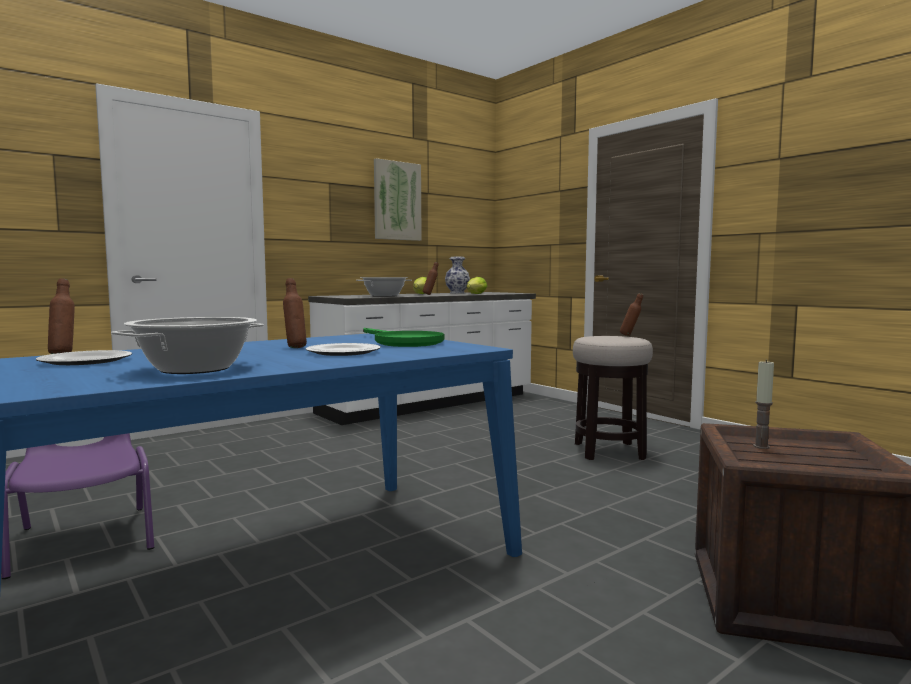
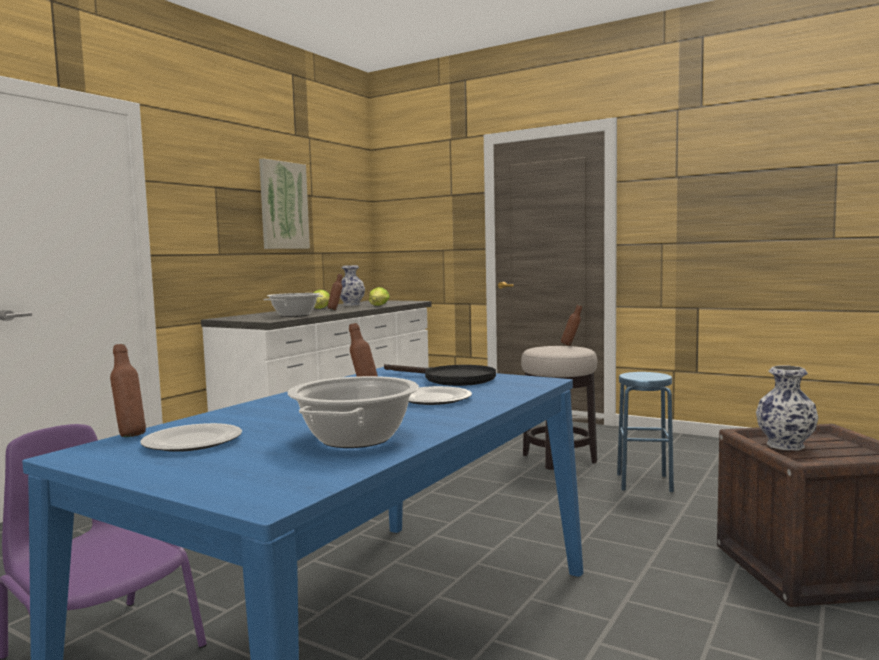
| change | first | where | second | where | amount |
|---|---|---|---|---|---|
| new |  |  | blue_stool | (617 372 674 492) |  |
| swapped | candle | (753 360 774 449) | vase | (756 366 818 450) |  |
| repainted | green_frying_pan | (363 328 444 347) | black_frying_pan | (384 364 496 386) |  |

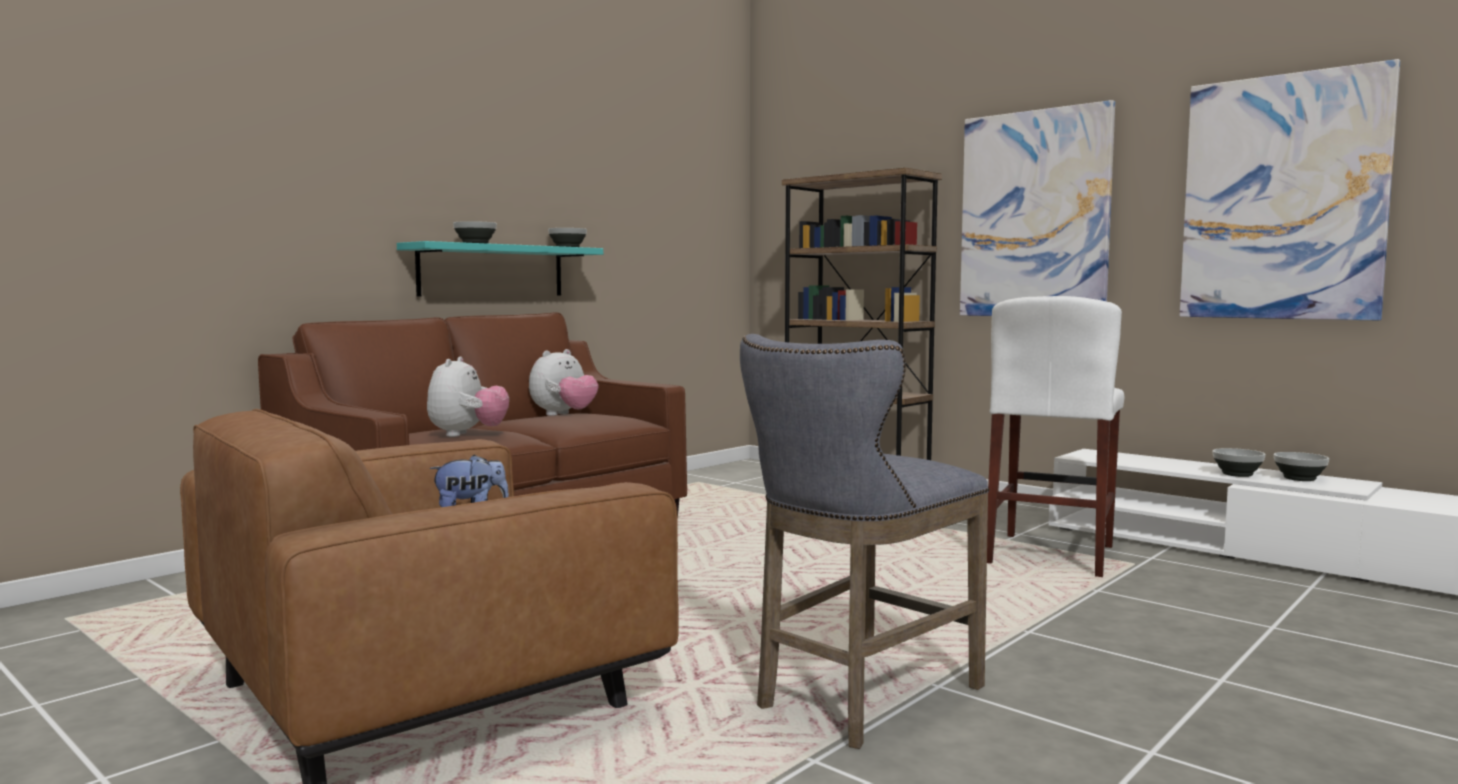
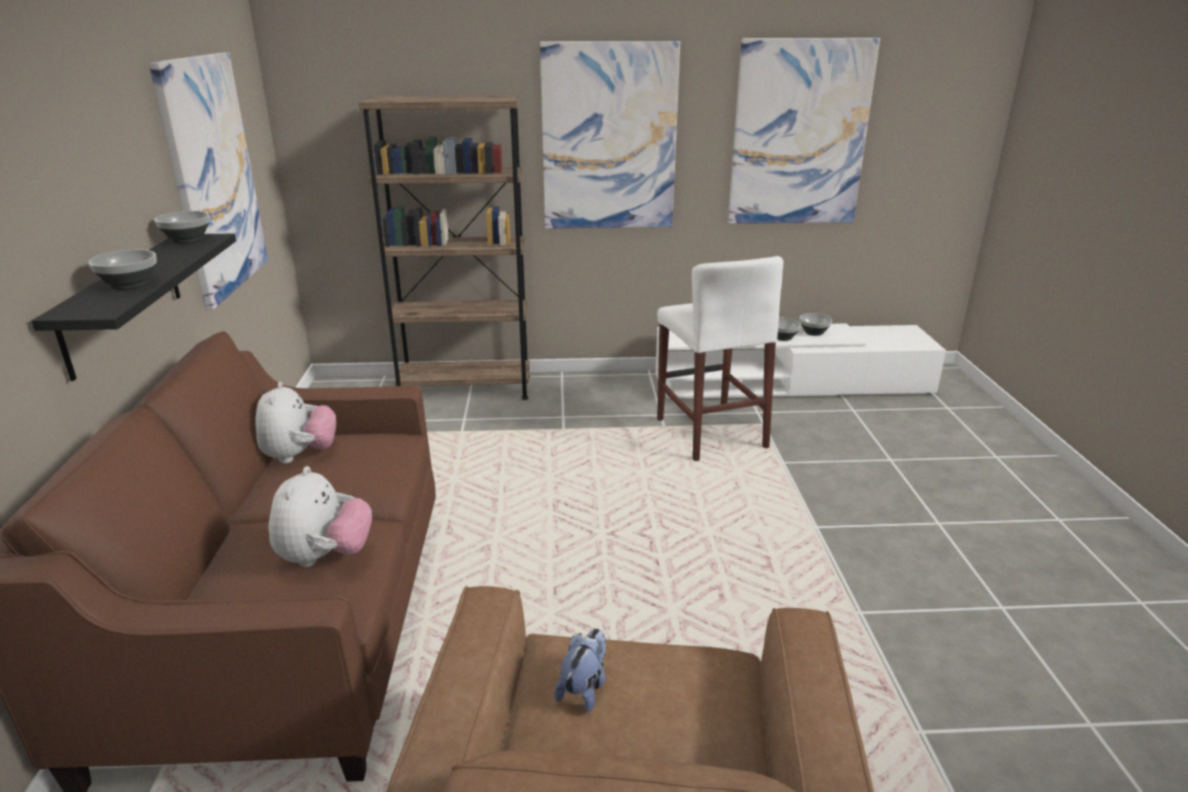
| change | first | where | second | where | amount |
|---|---|---|---|---|---|
| gone | grey_stool | (740 334 989 749) |  |  |  |
| new |  |  | picture | (149 52 268 310) |  |
| repainted | turquoise_shelf | (397 241 603 297) | black_shelf | (31 234 236 381) |  |
| rotated | plush_toy | (427 357 509 437) |  | (269 466 372 567) | 45 degrees clockwise |

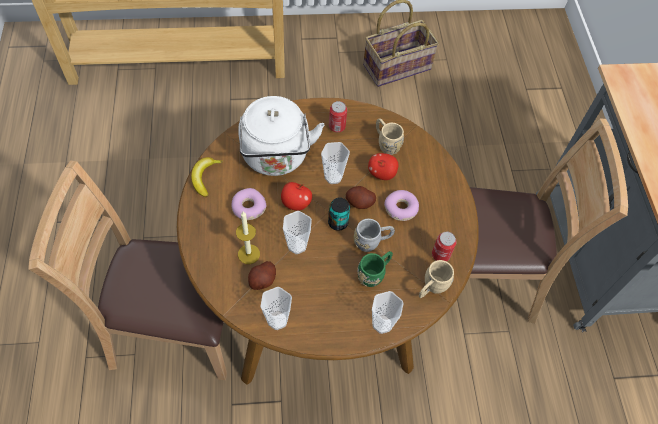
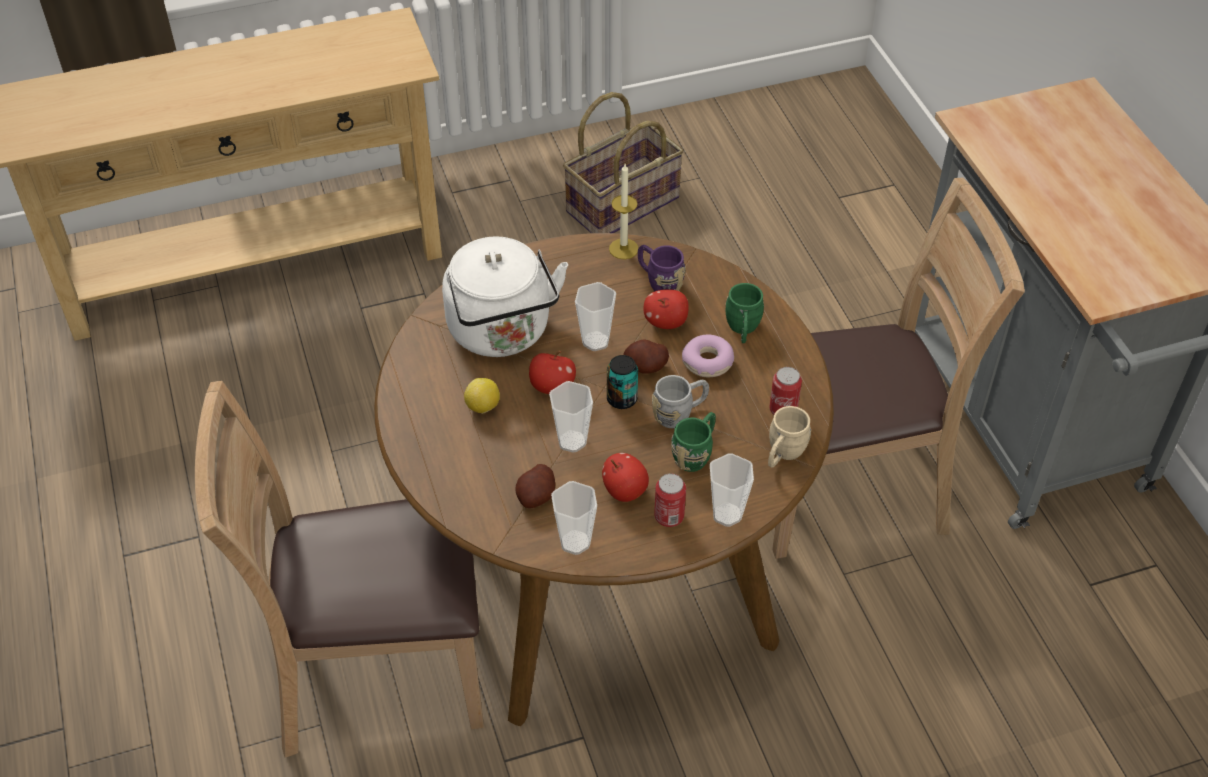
| change | first | where | second | where | amount |
|---|---|---|---|---|---|
| gone | banana | (191 157 223 197) |  |  |  |
| new |  |  | apple | (602 453 649 502) |  |
| new |  |  | green_mug | (725 283 764 343) |  |
| shifted | candle | (236 212 260 264) |  | (609 164 639 259) |  |
| shifted | can | (329 101 347 132) |  | (654 473 686 527) |  |
| swapped | donut | (231 188 266 220) | lemon | (464 378 500 414) |  |
| repainted | beige_mug | (376 118 404 155) | purple_mug | (638 245 686 291) |  |

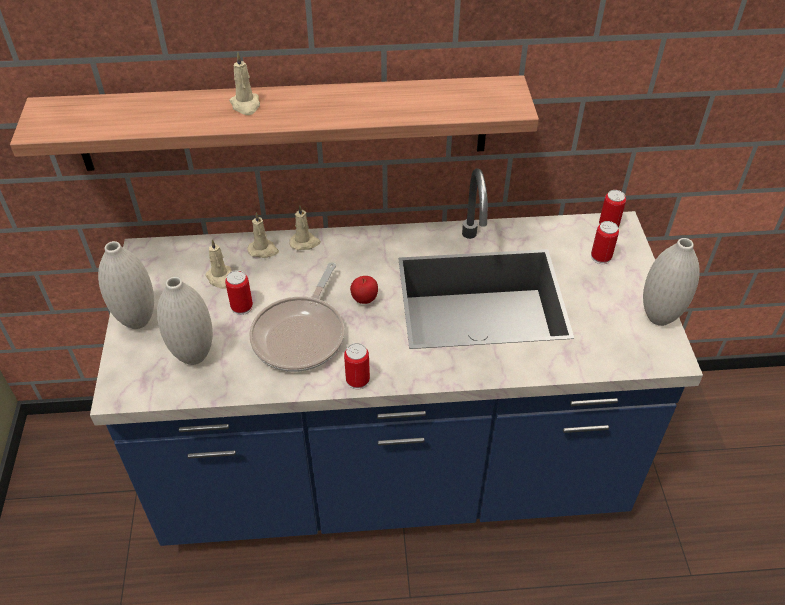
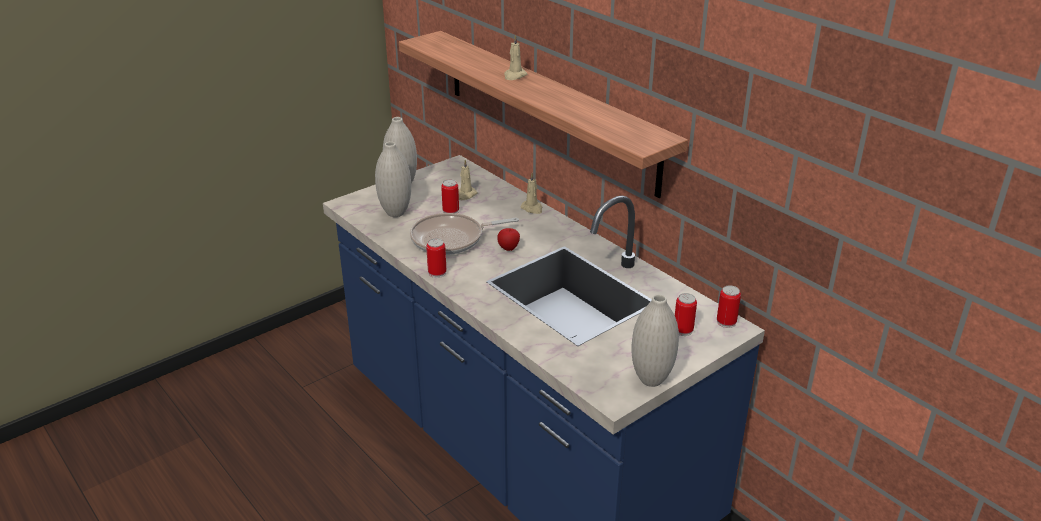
| change | first | where | second | where | amount |
|---|---|---|---|---|---|
| gone | beige_candle | (247 212 279 258) |  |  |  |

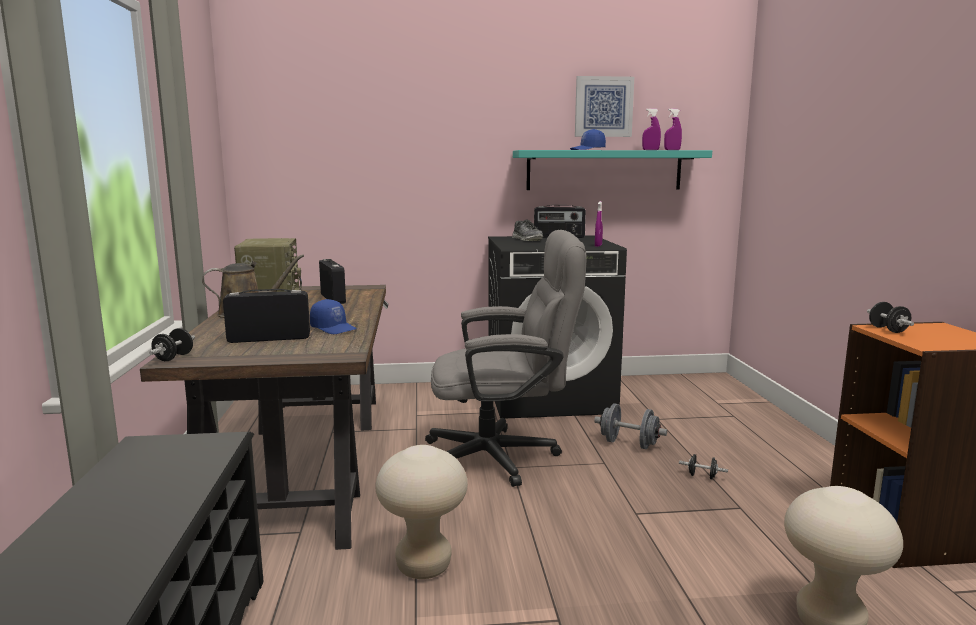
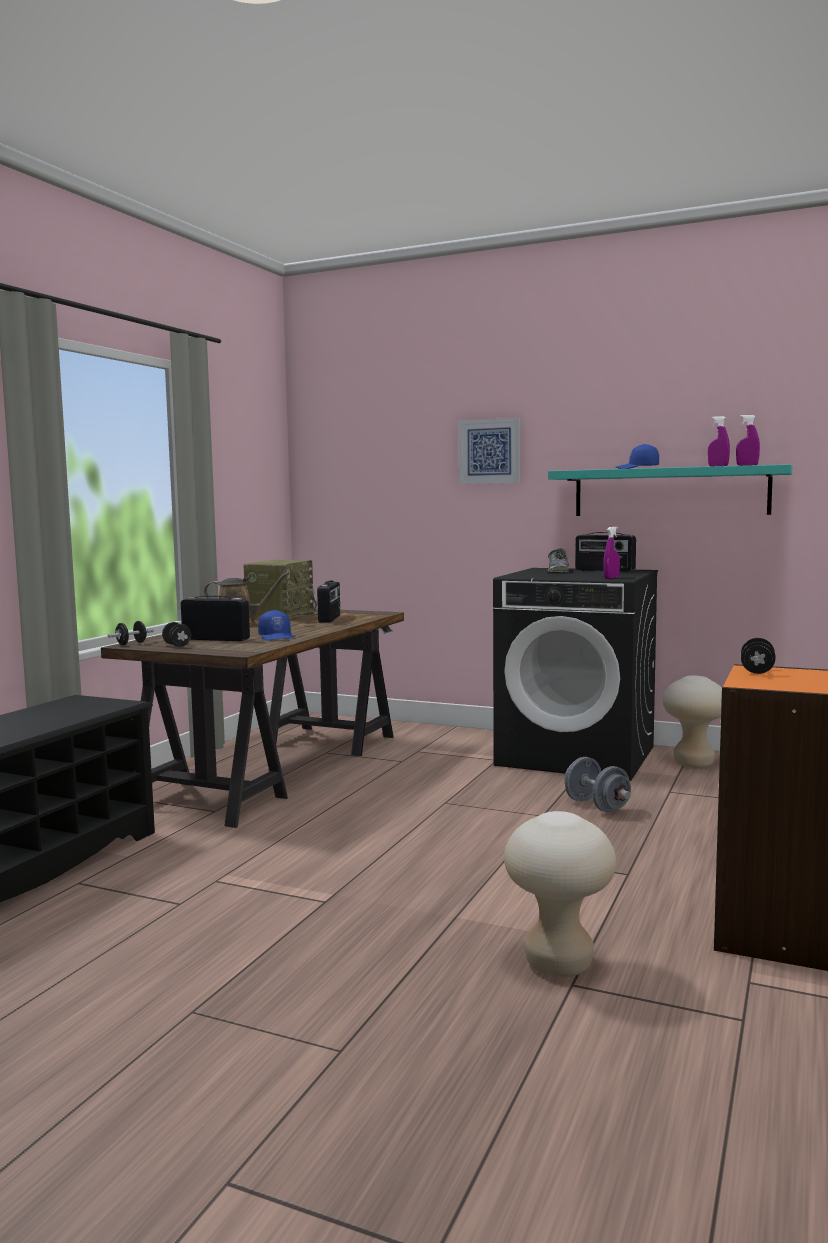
| change | first | where | second | where | amount |
|---|---|---|---|---|---|
| gone | grey_office_chair | (425 230 587 487) |  |  |  |
| shifted | beige_stool | (376 445 468 579) |  | (662 676 722 768) |  |
| shifted | picture | (575 76 634 137) |  | (459 418 520 484) |  |
| shifted | black_dumbbell | (679 454 728 480) |  | (162 622 191 647) |  |

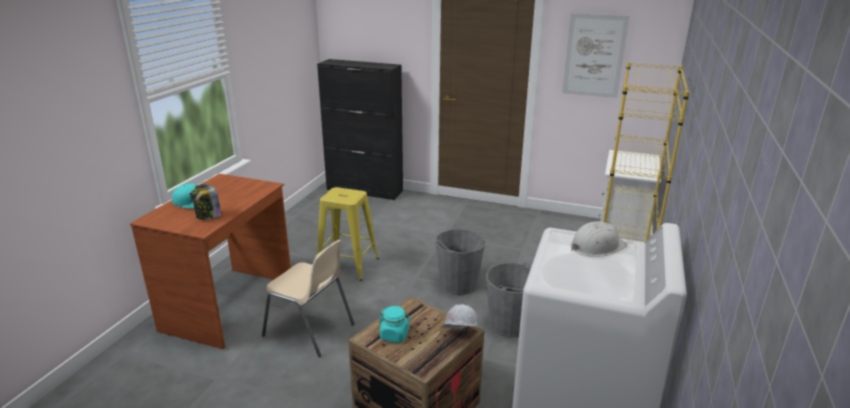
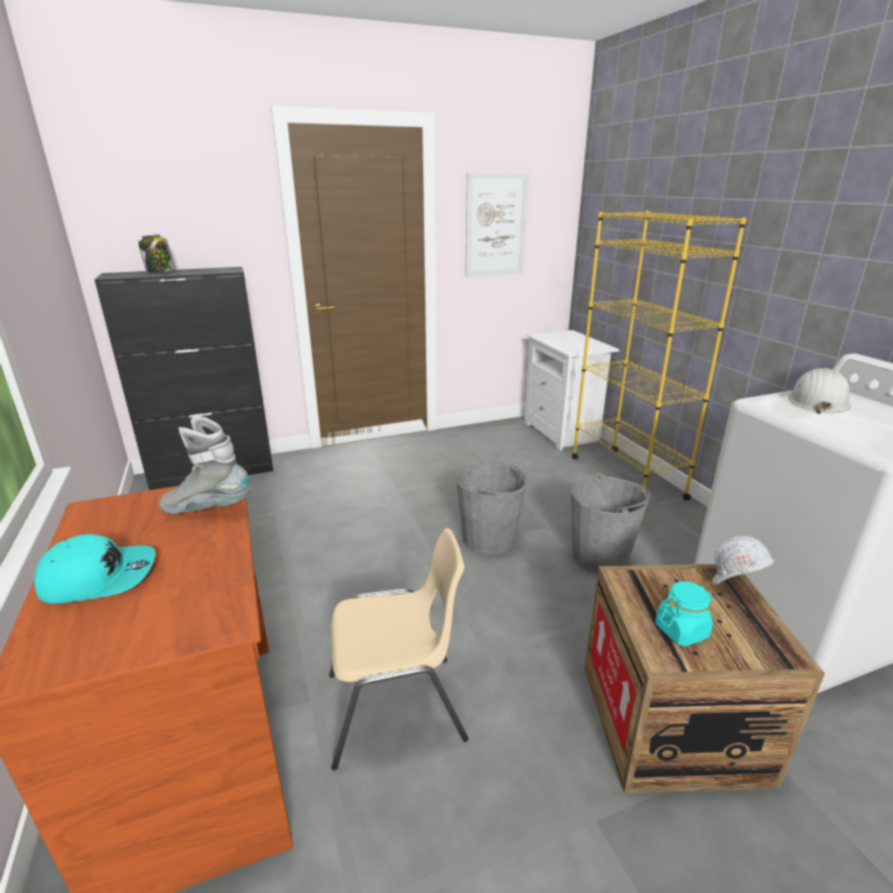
| change | first | where | second | where | amount |
|---|---|---|---|---|---|
| gone | yellow_stool | (317 187 379 281) |  |  |  |
| new |  |  | grey_boot | (159 417 251 514) |  |
| shifted | jar | (191 184 222 220) |  | (138 234 175 273) |  |

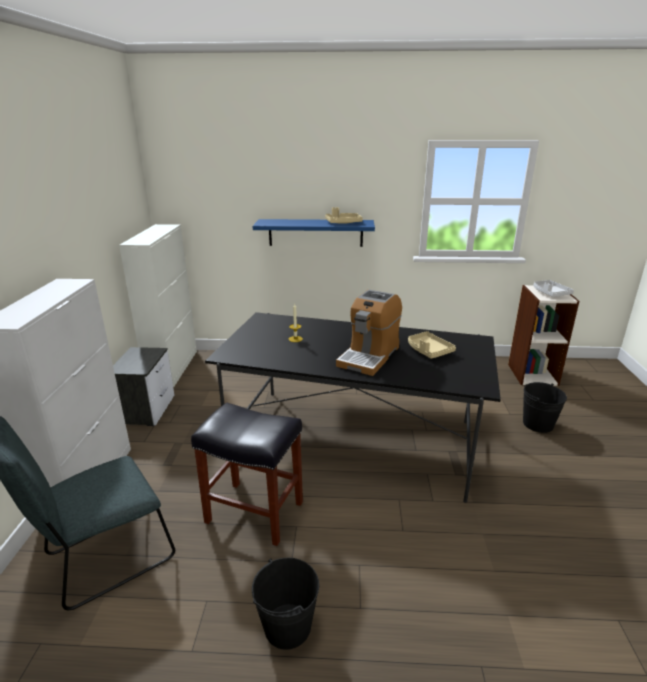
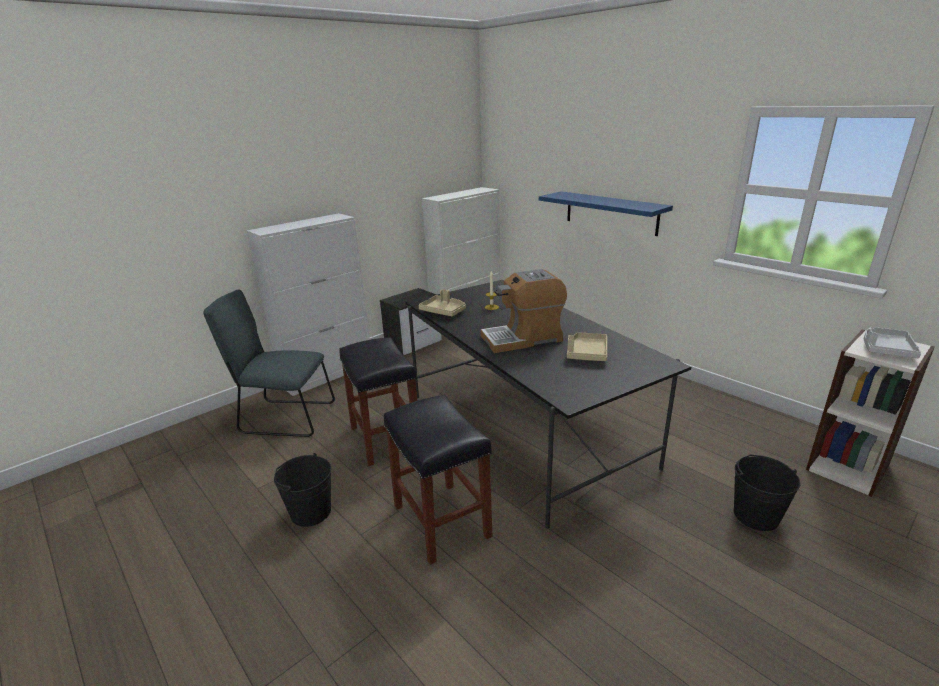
| change | first | where | second | where | amount |
|---|---|---|---|---|---|
| new |  |  | black_stool | (384 395 492 565) |  |
| shifted | beige_tray | (325 207 363 224) |  | (419 289 466 316) |  |

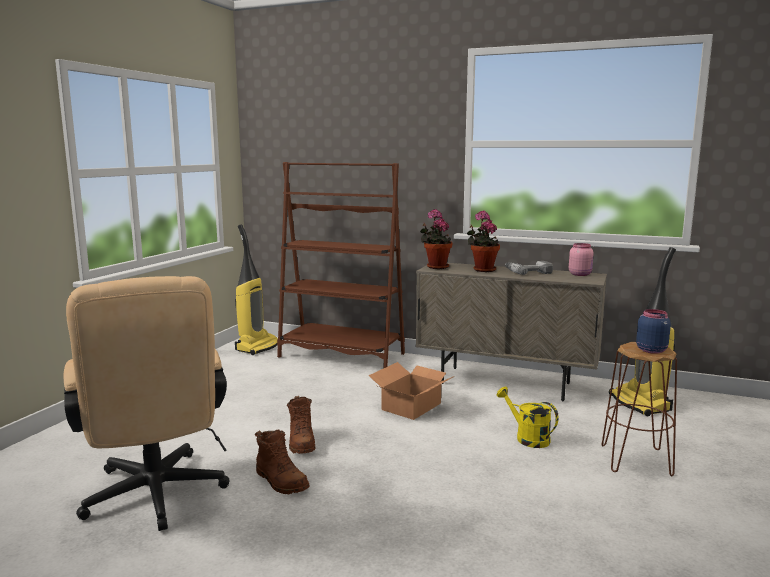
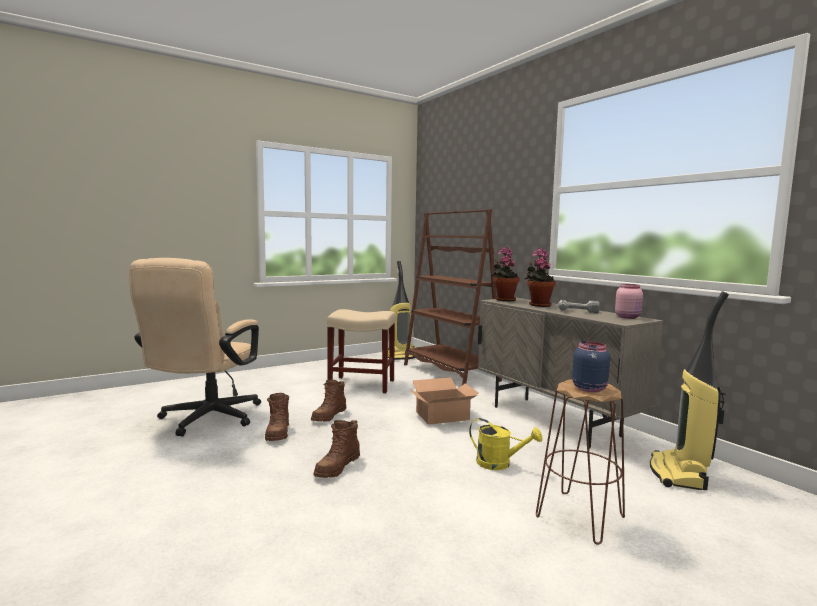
| change | first | where | second | where | amount |
|---|---|---|---|---|---|
| new |  |  | brown_boot | (313 420 360 478) |  |
| new |  |  | beige_stool | (327 309 396 393) |  |
| rotated | yellow_watering_can | (497 387 559 448) |  | (469 418 542 470) | 120 degrees clockwise |

